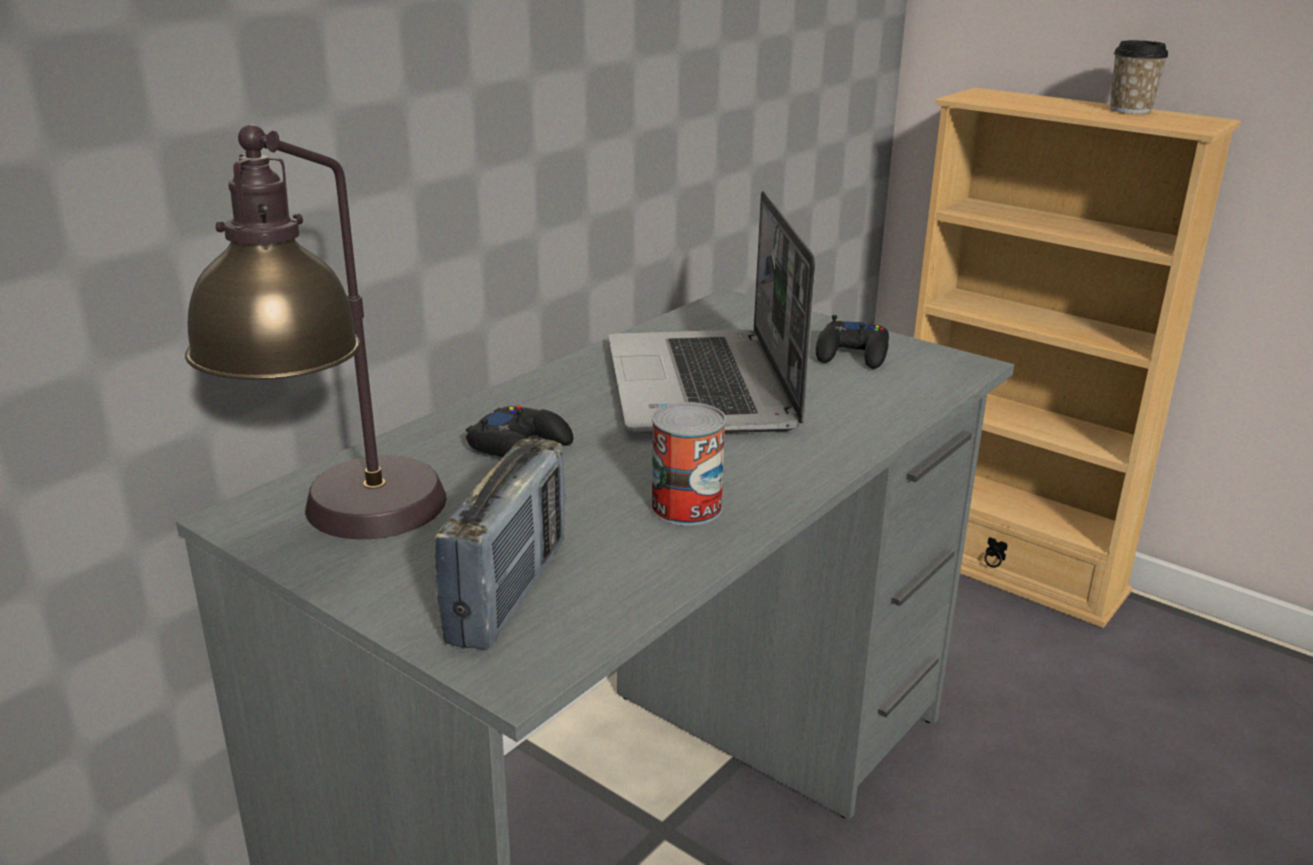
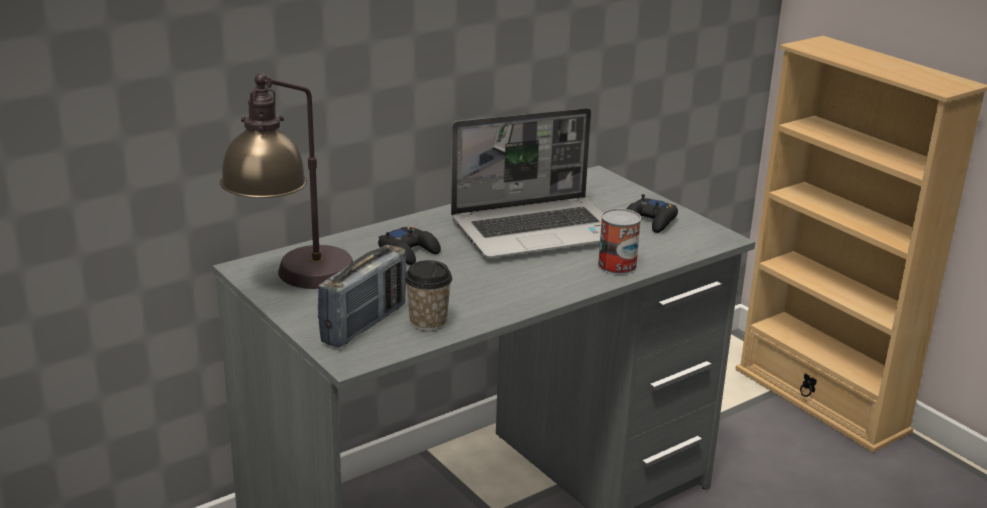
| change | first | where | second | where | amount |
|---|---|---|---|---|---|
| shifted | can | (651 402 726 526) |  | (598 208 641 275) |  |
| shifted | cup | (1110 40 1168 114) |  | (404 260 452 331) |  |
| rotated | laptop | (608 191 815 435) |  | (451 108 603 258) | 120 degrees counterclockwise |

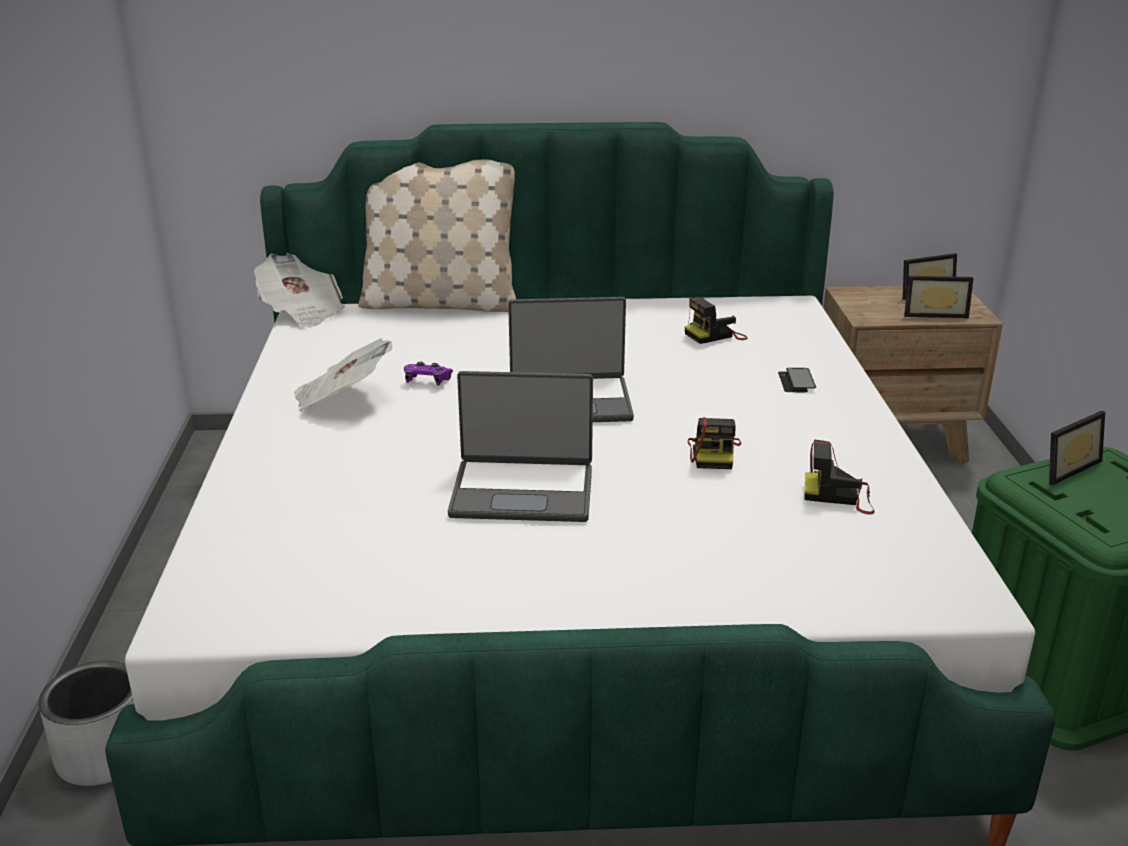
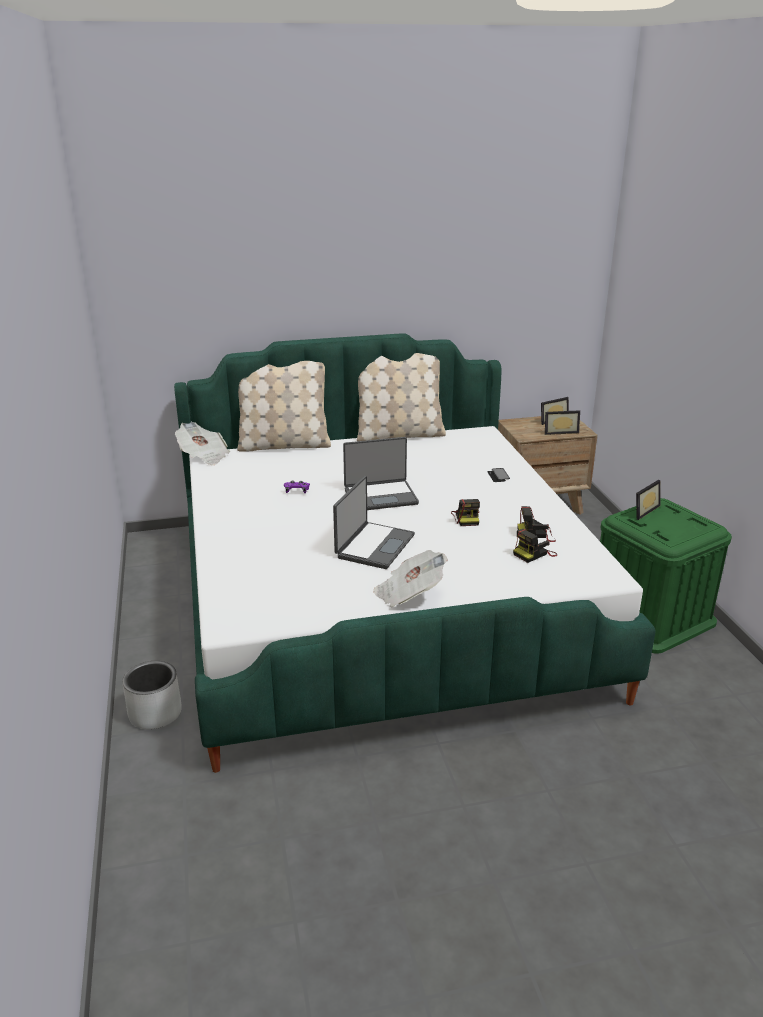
| change | first | where | second | where | amount |
|---|---|---|---|---|---|
| new |  |  | beige_pillow | (357 353 446 441) |  |
| shifted | newspaper | (294 338 392 411) |  | (373 550 448 607) |  |
| shifted | photo_camera | (685 297 748 344) |  | (513 529 557 563) |  |
| rotated | laptop | (448 371 593 522) |  | (333 476 415 569) | 60 degrees counterclockwise |

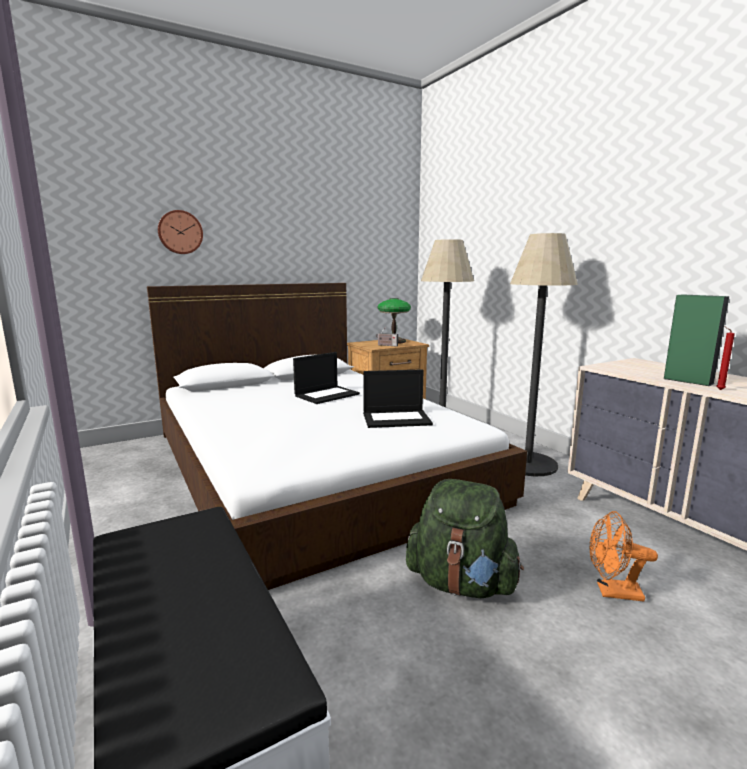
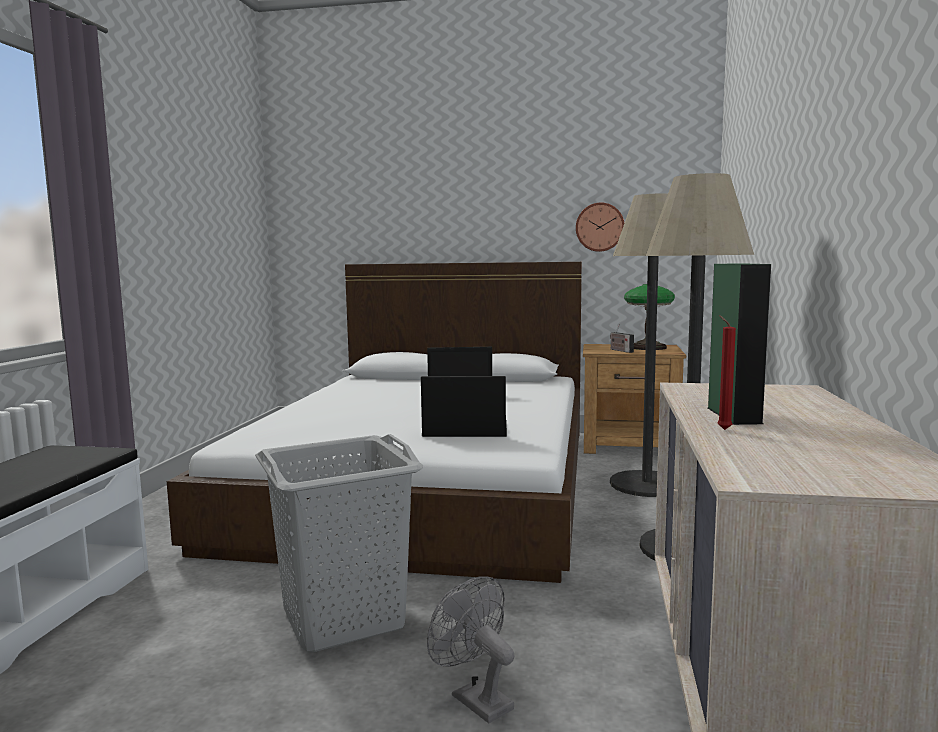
| change | first | where | second | where | amount |
|---|---|---|---|---|---|
| shifted | wall_clock | (158 210 203 254) |  | (576 203 624 252) |  |
| swapped | green_backpack | (406 479 524 598) | grey_laundry_basket | (255 434 423 652) |  |
| repainted | orange_fan | (589 511 658 602) | grey_fan | (427 576 515 723) |  |
| rotated | laptop | (363 369 433 428) |  | (421 376 507 437) | 150 degrees clockwise |

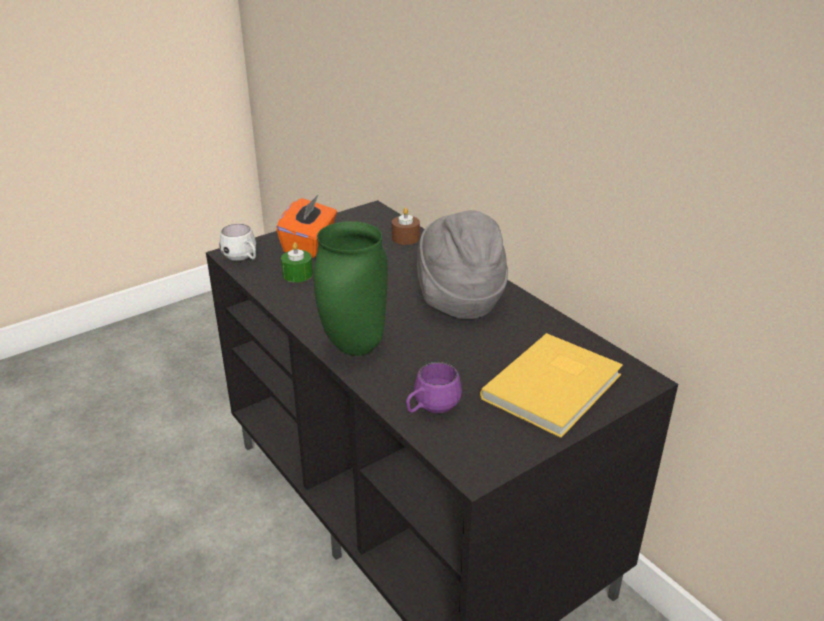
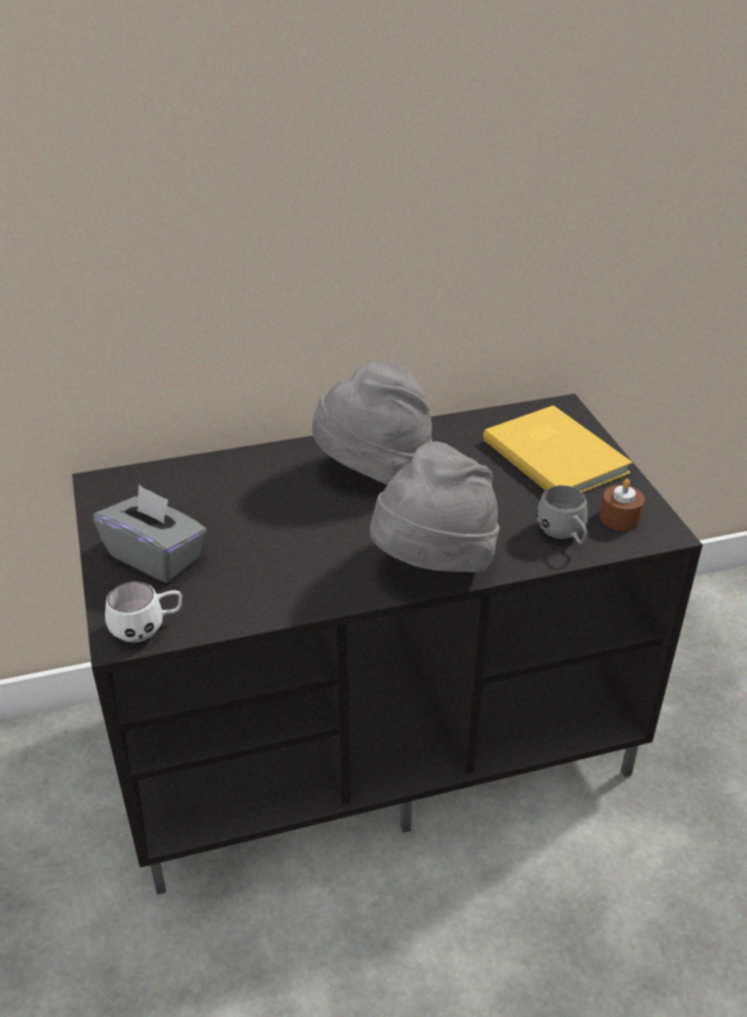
| change | first | where | second | where | amount |
|---|---|---|---|---|---|
| gone | green_candle | (281 242 313 282) |  |  |  |
| shifted | brown_candle | (392 208 420 245) |  | (600 479 645 531) |  |
| swapped | green_vase | (314 221 388 356) | grey_hat | (370 441 500 573) |  |
| repainted | orange_tissue_box | (276 194 337 258) | grey_tissue_box | (93 484 207 583) |  |
| repainted | purple_mug | (406 362 462 413) | grey_mug | (536 485 588 545) |  |

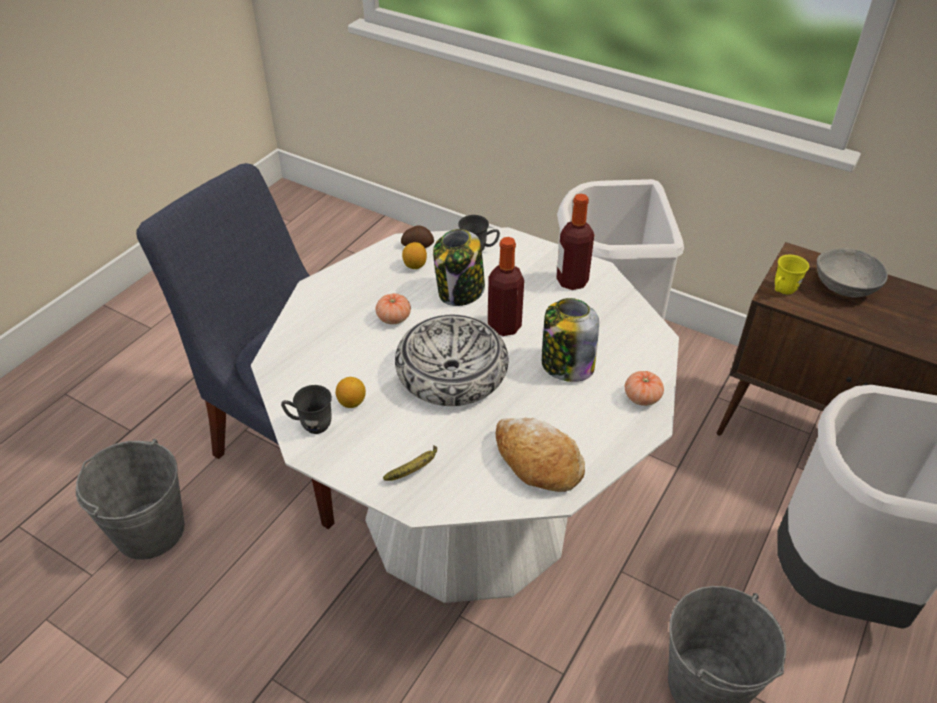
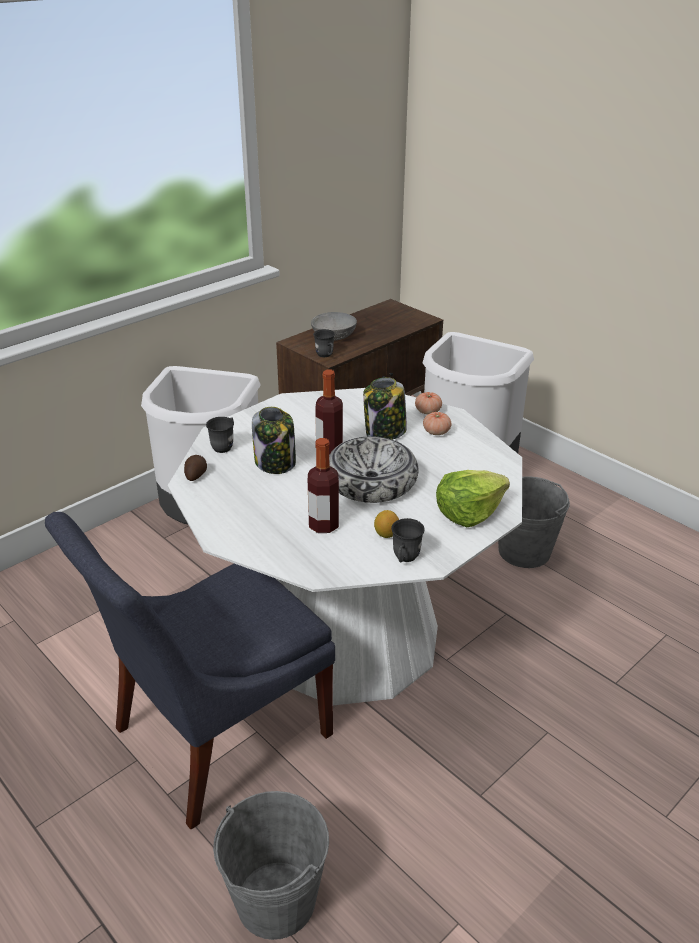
| change | first | where | second | where | amount |
|---|---|---|---|---|---|
| gone | lemon | (402 242 427 269) |  |  |  |
| gone | bread | (495 418 585 492) |  |  |  |
| shifted | tomato | (375 293 411 324) |  | (423 412 451 435) |  |
| shifted | bottle | (556 194 594 290) |  | (308 438 339 533) |  |
| swapped | banana | (383 445 437 481) | lettuce | (436 470 510 527) |  |
| repainted | yellow_mug | (775 254 809 295) | grey_mug | (313 329 335 357) |  |

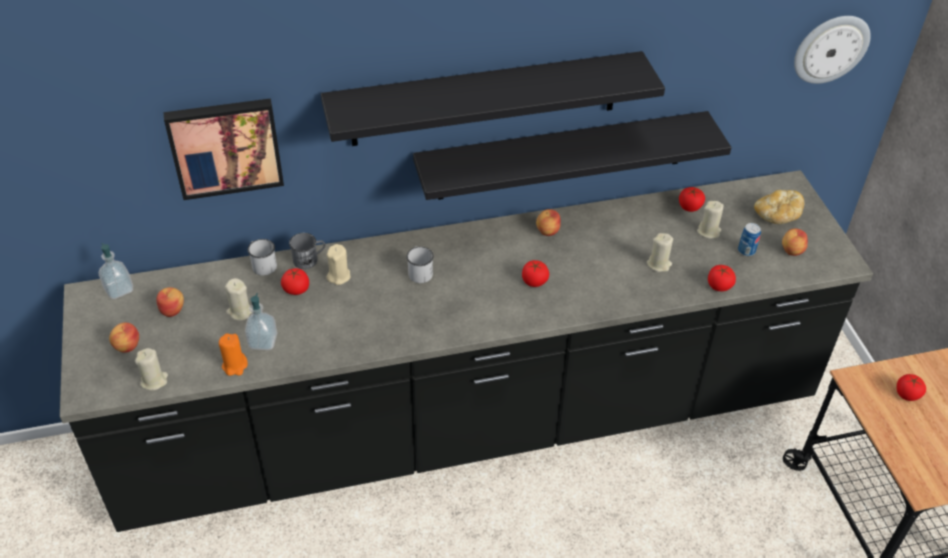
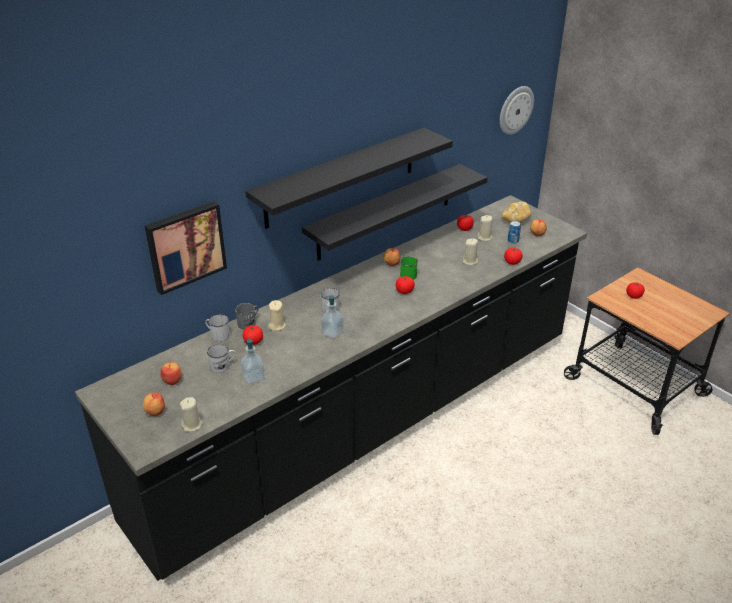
| change | first | where | second | where | amount |
|---|---|---|---|---|---|
| gone | orange_candle | (219 333 248 376) |  |  |  |
| new |  |  | green_mug | (400 256 418 280) |  |
| shifted | soap_dispenser | (99 243 133 299) |  | (321 295 344 338) |  |
| swapped | beige_candle | (225 278 252 320) | white_mug | (207 344 236 373) |  |

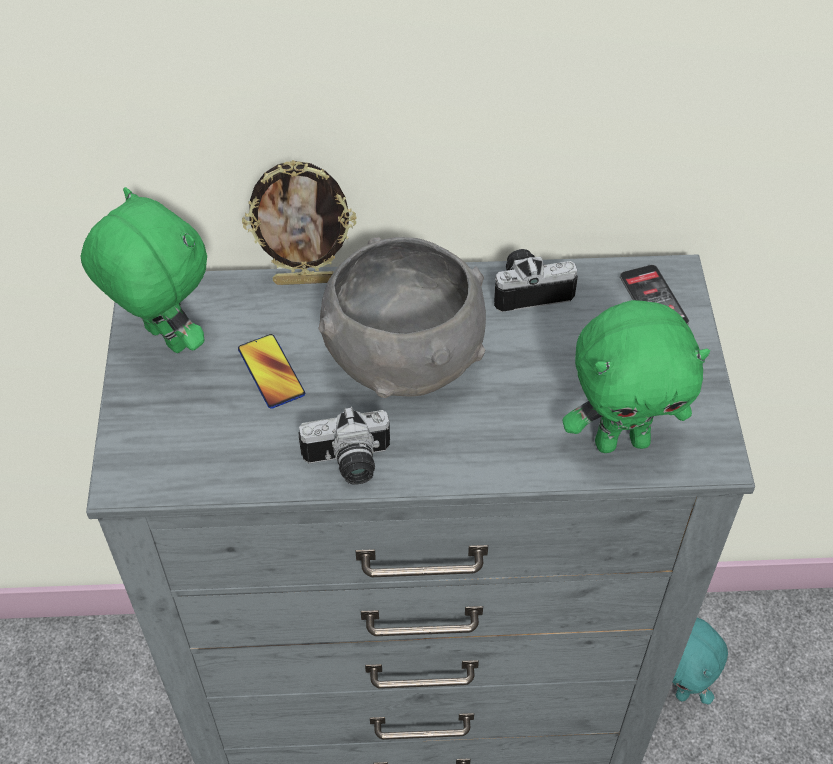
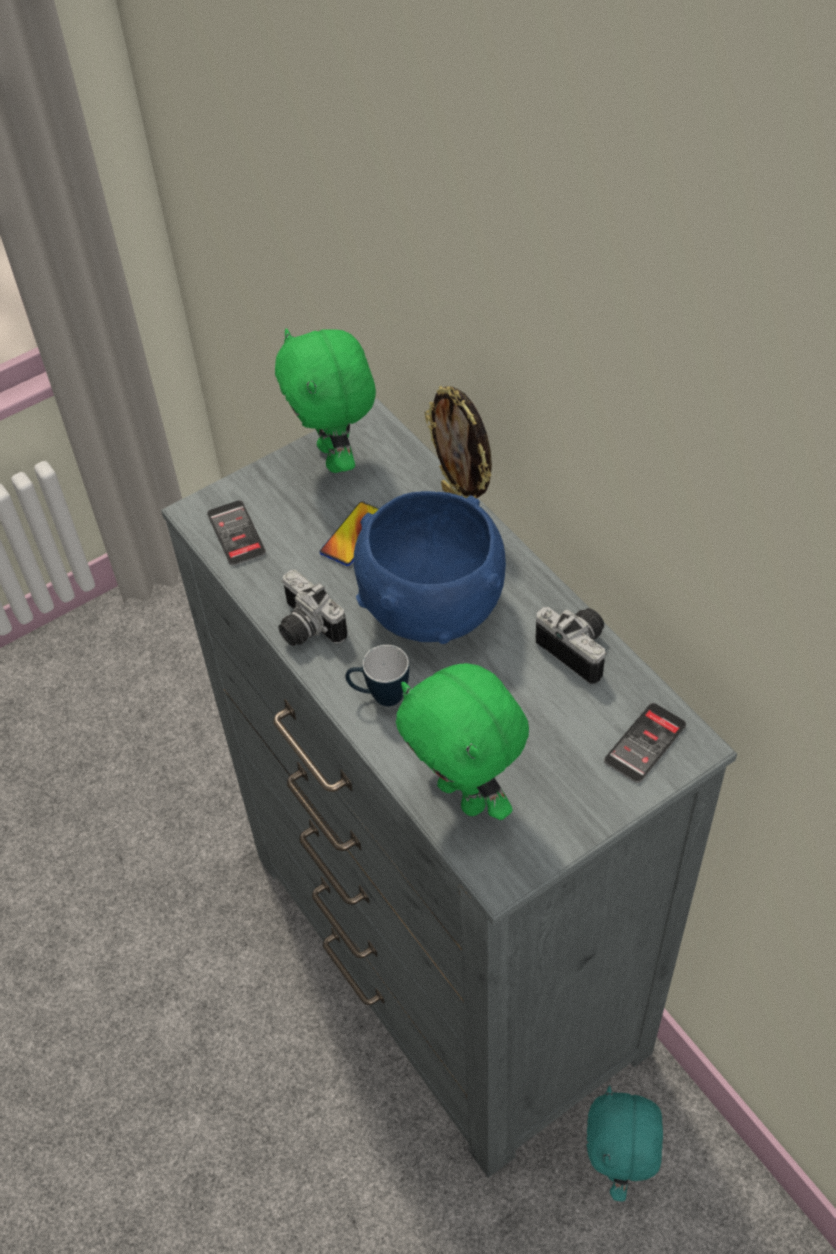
| change | first | where | second | where | amount |
|---|---|---|---|---|---|
| new |  |  | phone | (207 500 266 566) |  |
| new |  |  | mug | (345 645 409 706) |  |
| repainted | grey_bowl | (318 237 486 398) | blue_bowl | (354 491 506 644) |  |
| rotated | green_plush_toy | (80 187 207 353) |  | (275 328 376 473) | 150 degrees clockwise |

